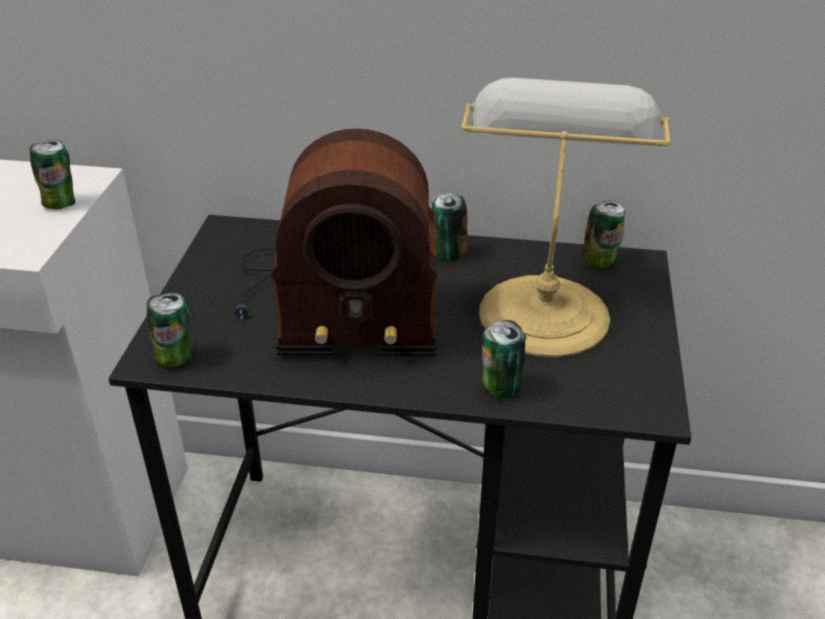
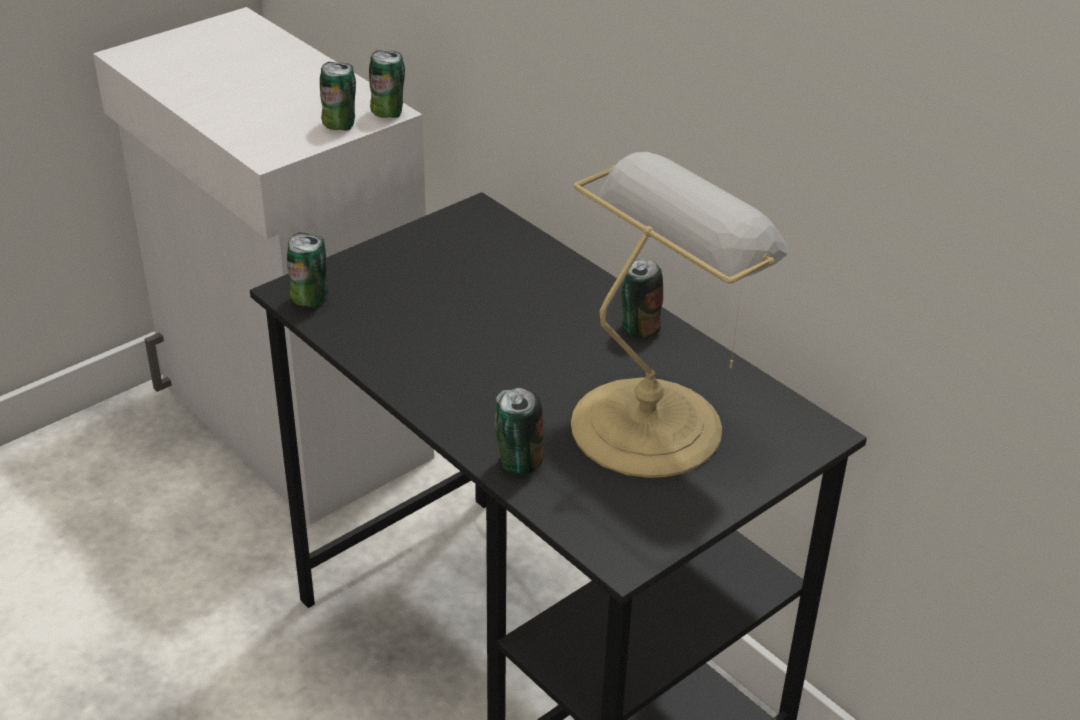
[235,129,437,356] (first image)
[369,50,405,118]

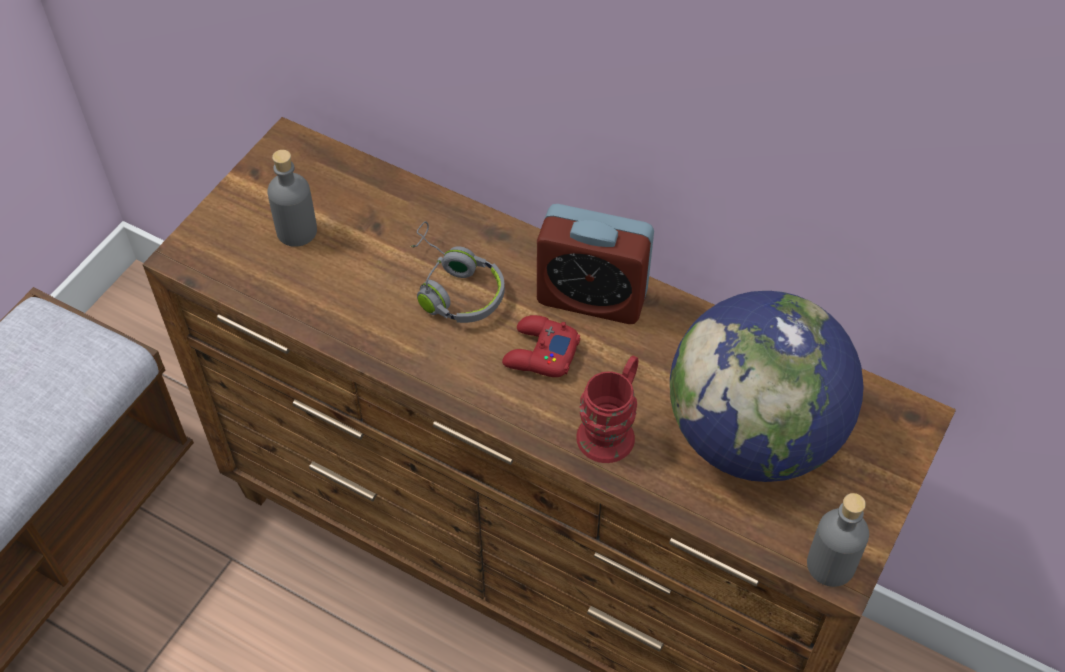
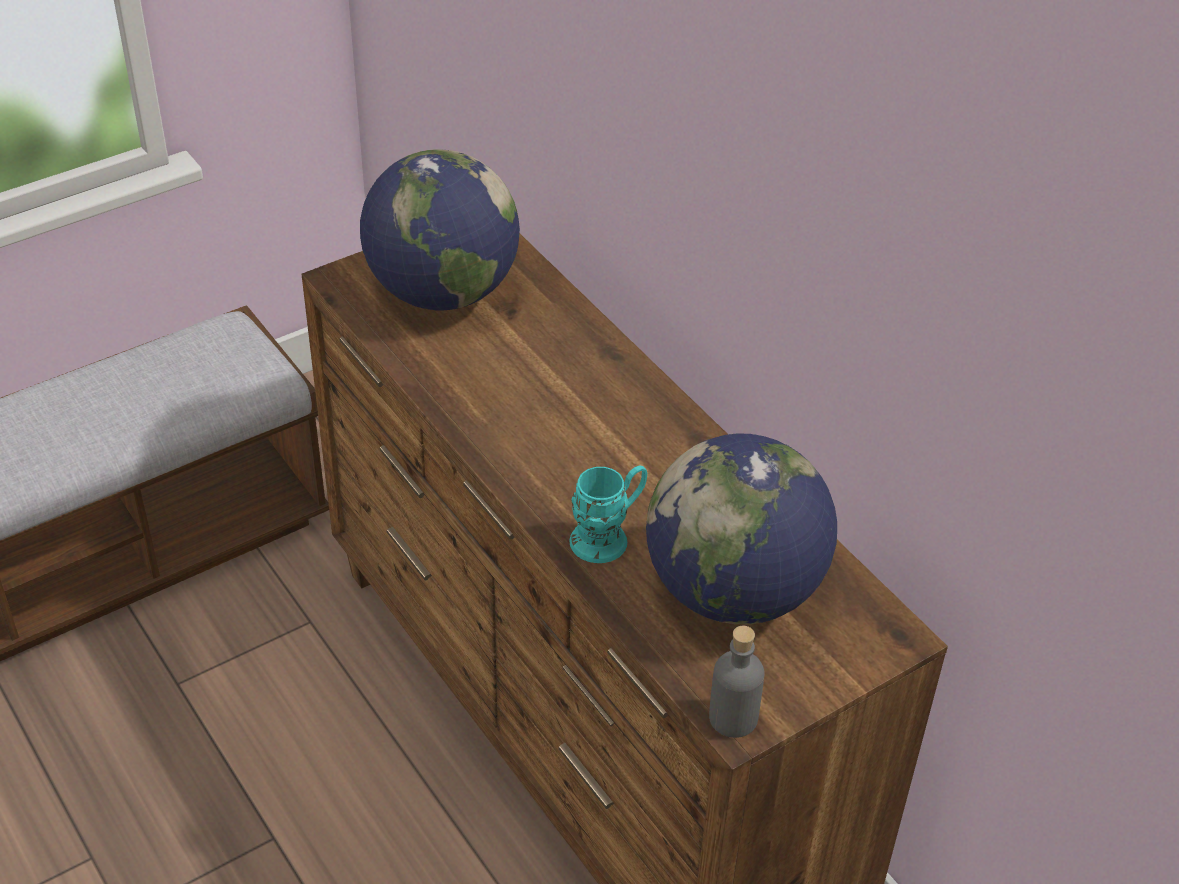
[360,149,520,310]
[410,221,505,323] (first image)
[502,315,580,377] (first image)
[537,204,654,324] (first image)
[569,465,647,563]

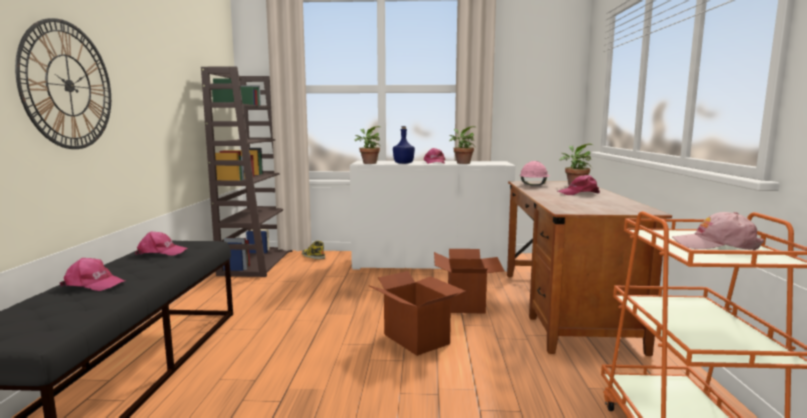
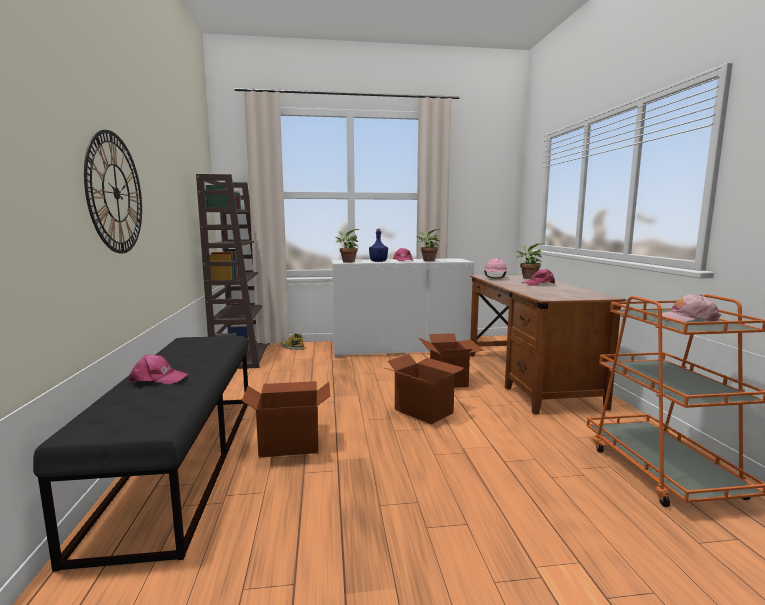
[135,231,188,256] (first image)
[242,381,330,457]

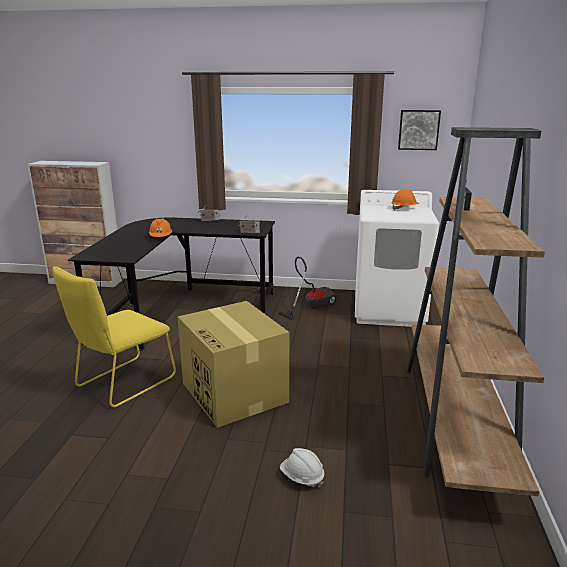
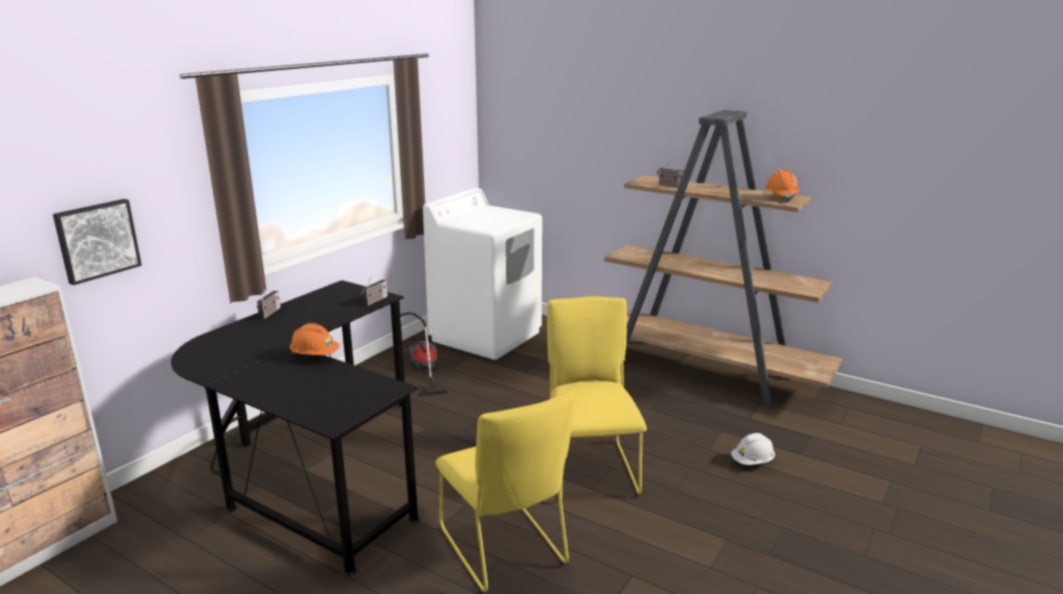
[547,296,647,497]
[765,169,799,202]
[53,199,142,285]

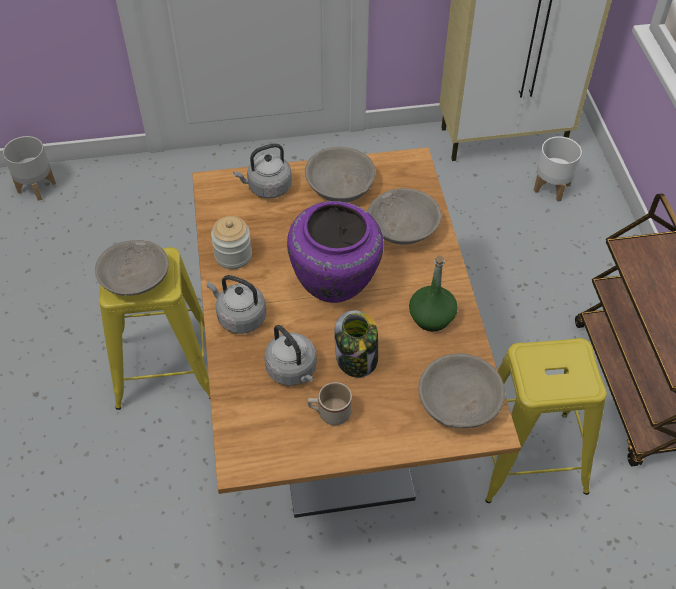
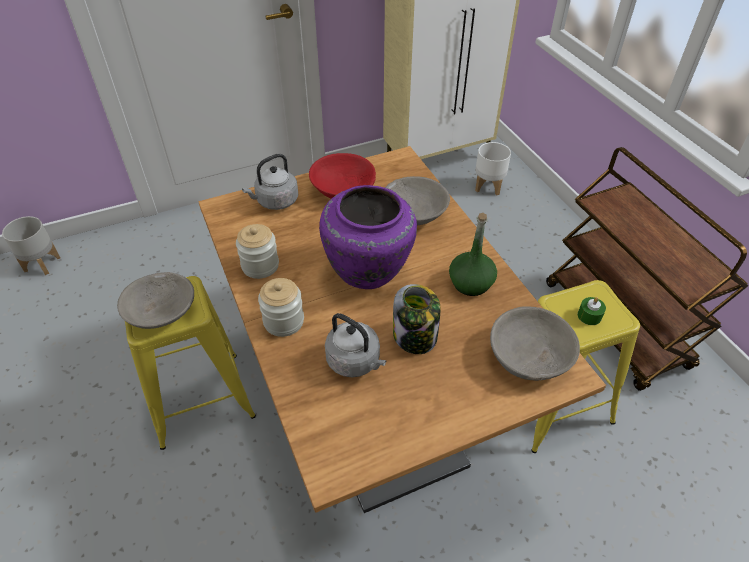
[258,278,304,337]
[309,153,376,199]
[307,382,352,425] (first image)
[578,297,606,325]

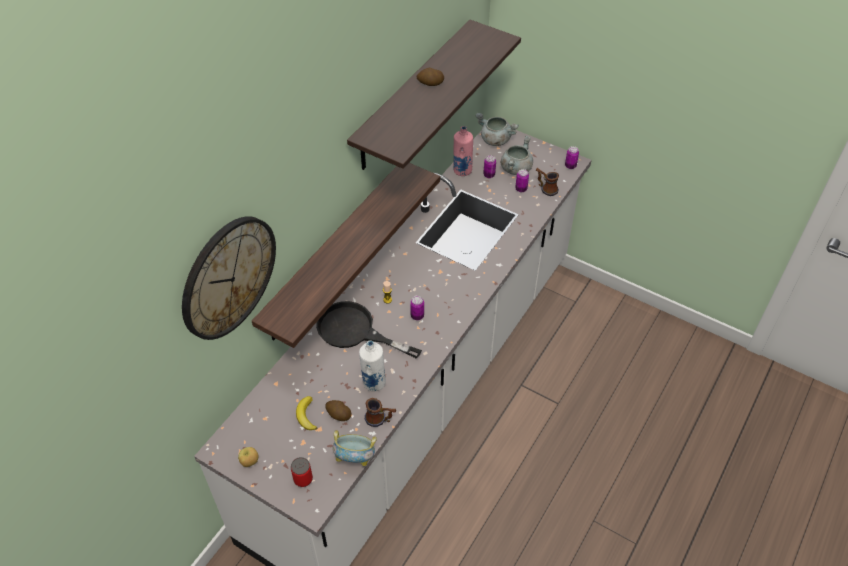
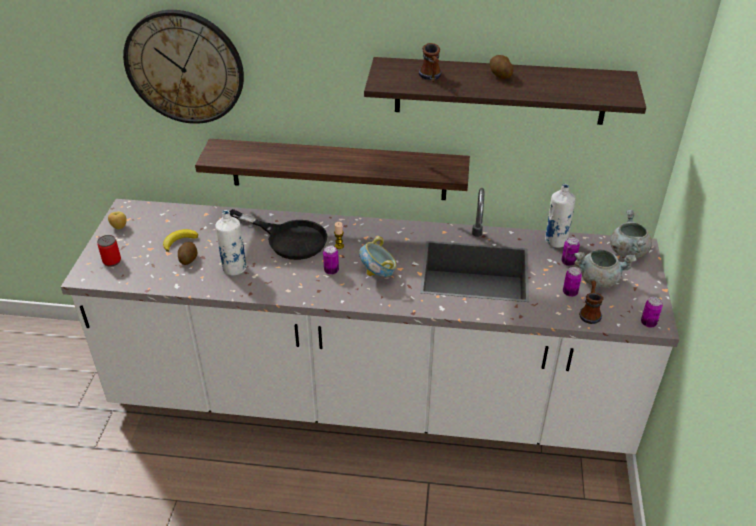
[229,209,327,260]
[359,236,397,277]
[419,43,442,82]
[545,184,575,248]

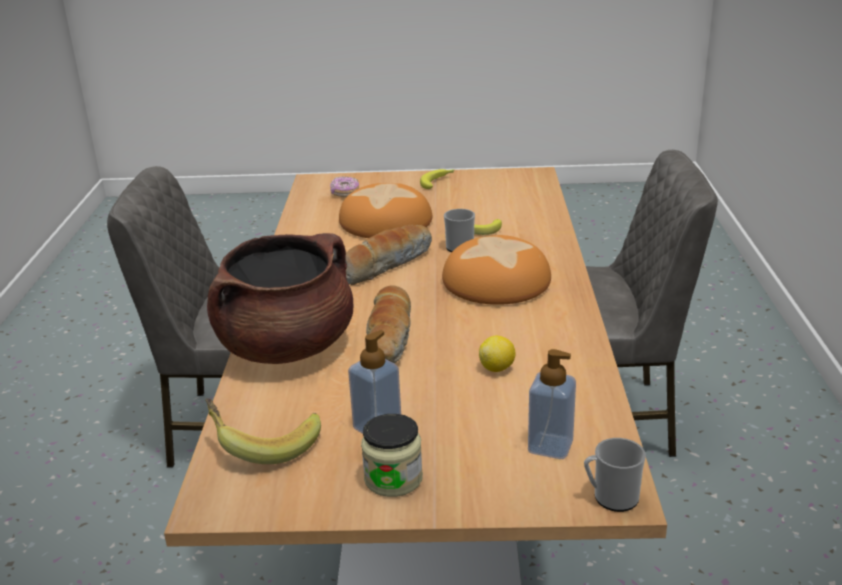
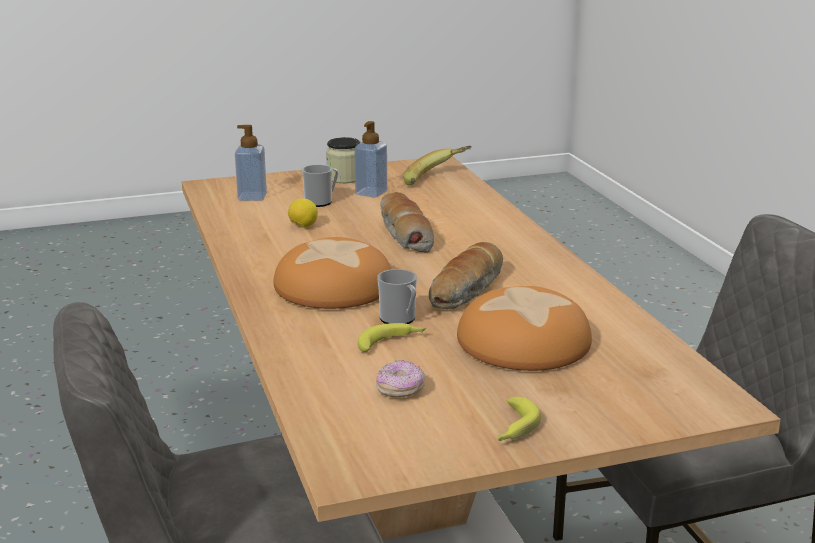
[207,233,353,364] (first image)
[376,360,425,397]
[302,165,339,207]

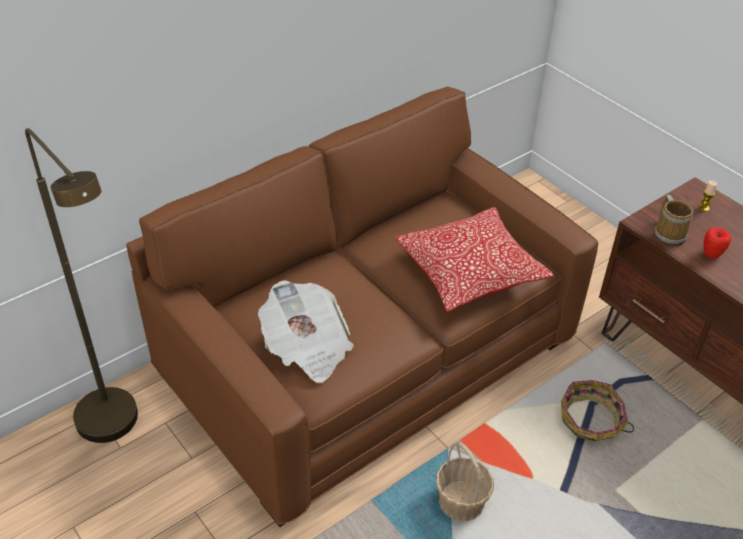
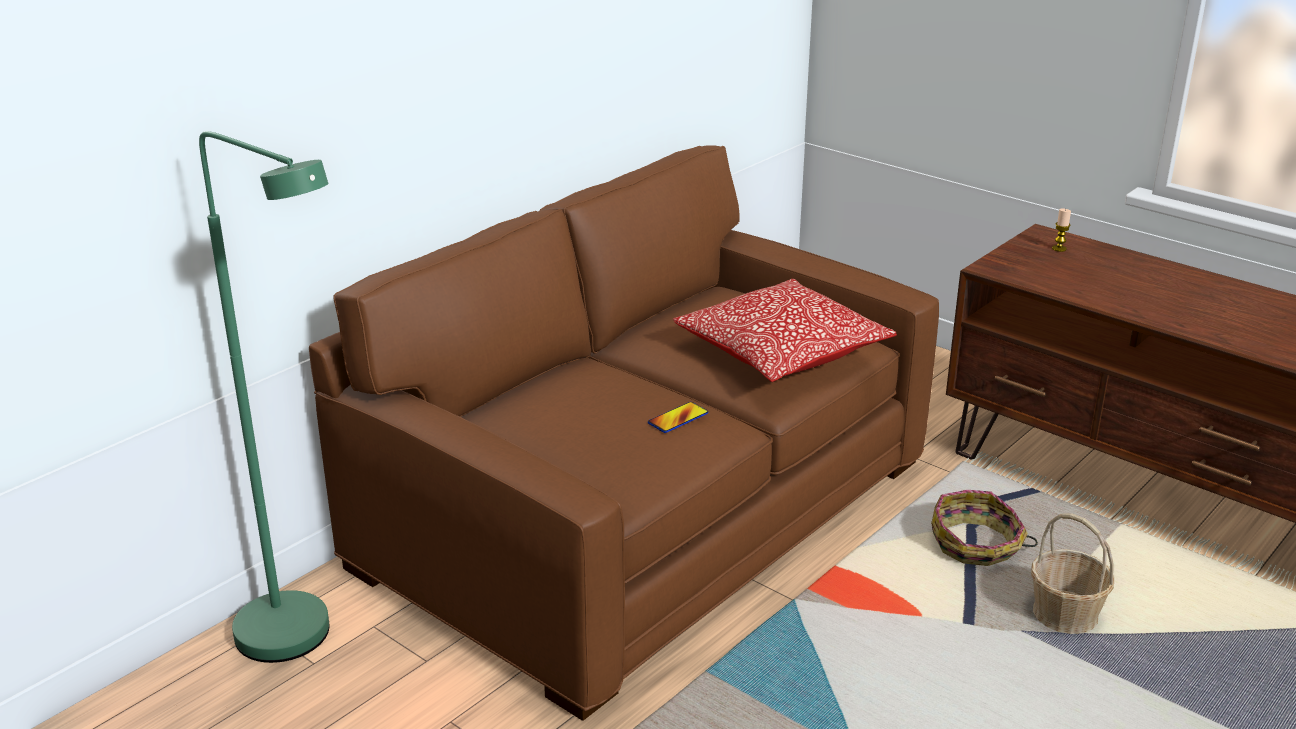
[199,131,330,663]
[258,280,354,383] (first image)
[1031,513,1114,634]
[654,195,693,247] (first image)
[704,228,731,259] (first image)
[648,402,709,433]

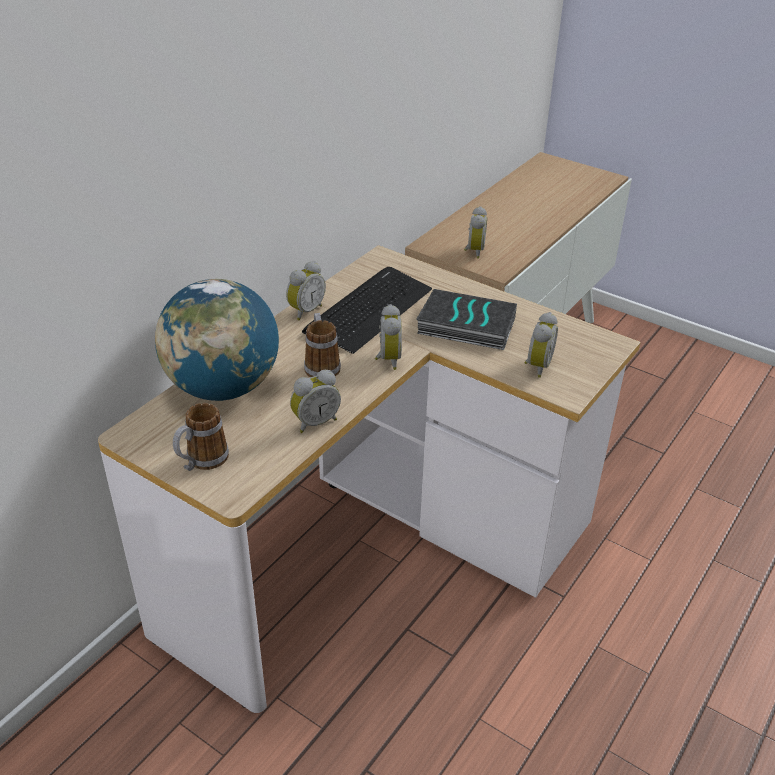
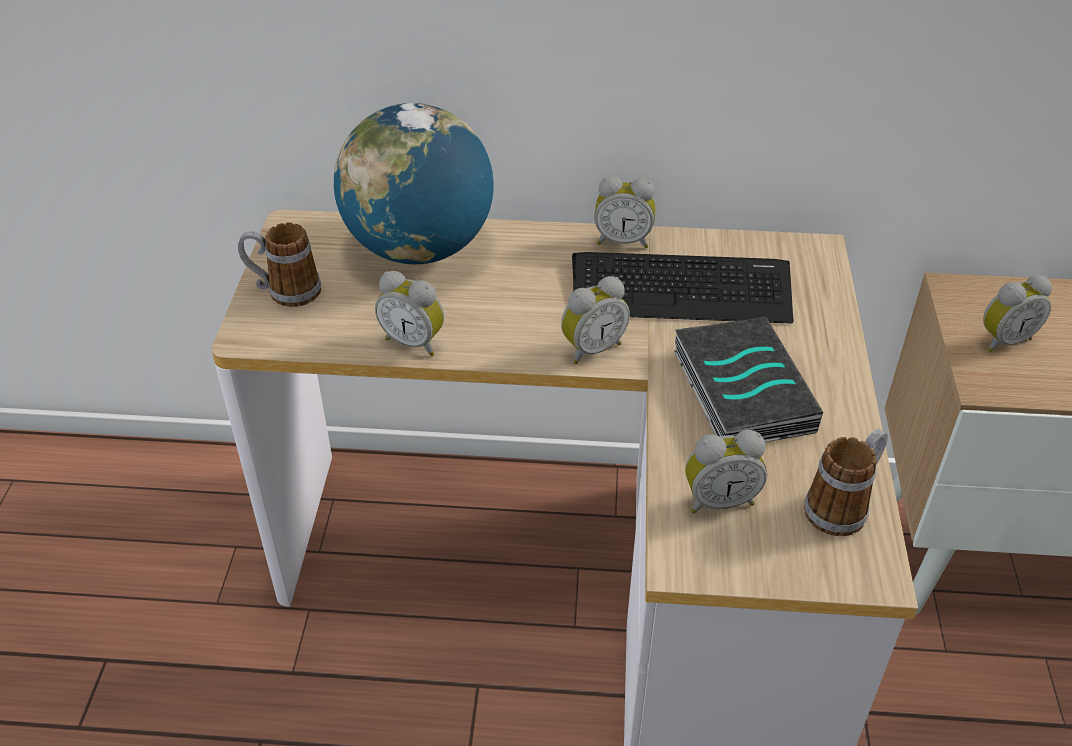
[804,429,888,536]

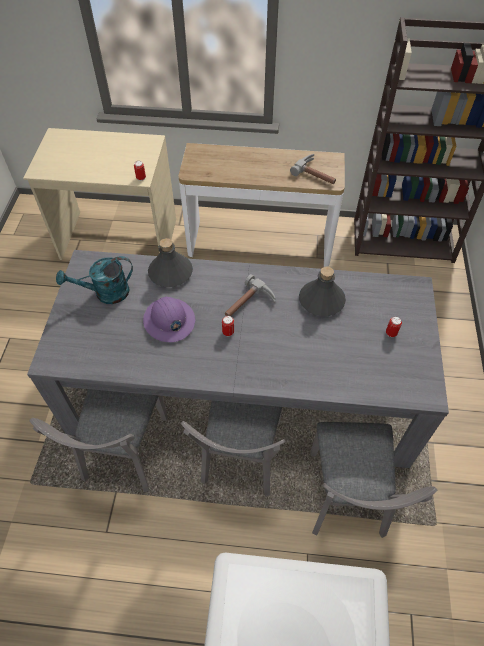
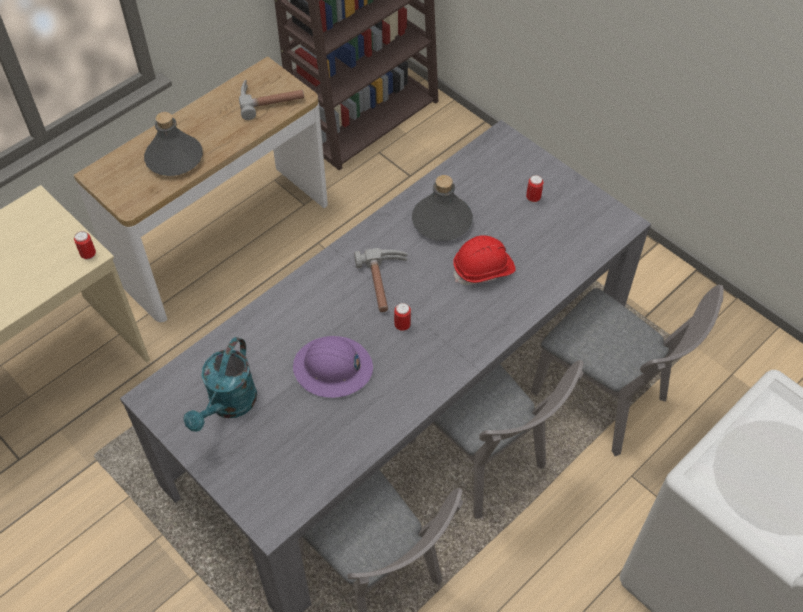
[144,112,203,176]
[453,235,515,285]

